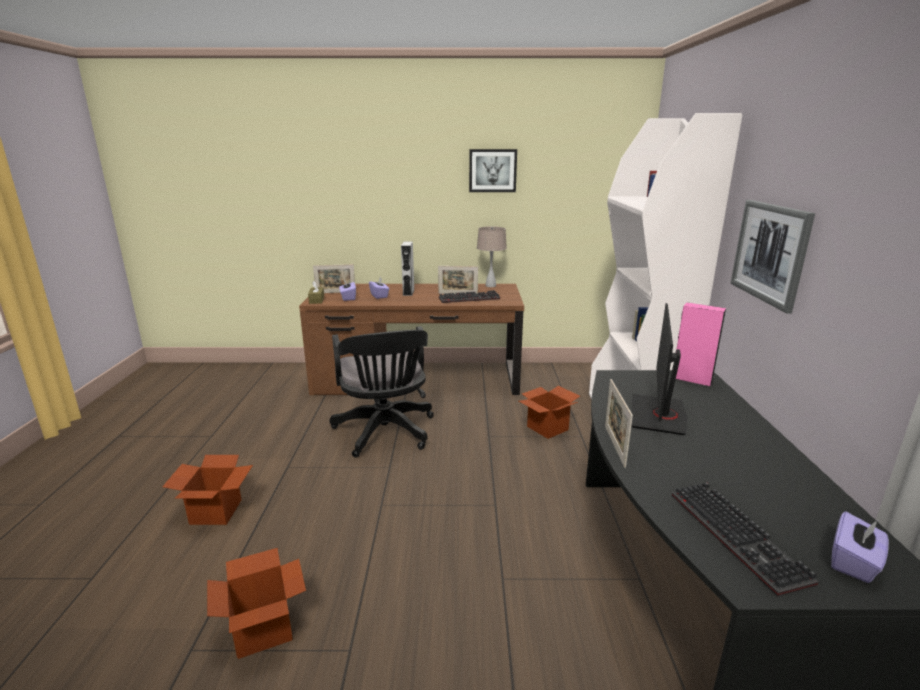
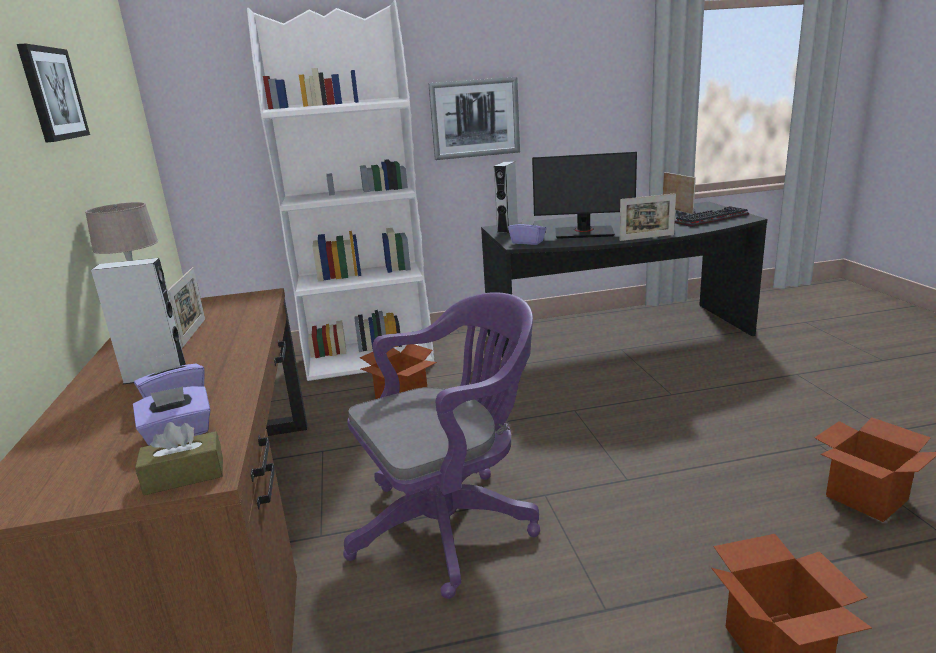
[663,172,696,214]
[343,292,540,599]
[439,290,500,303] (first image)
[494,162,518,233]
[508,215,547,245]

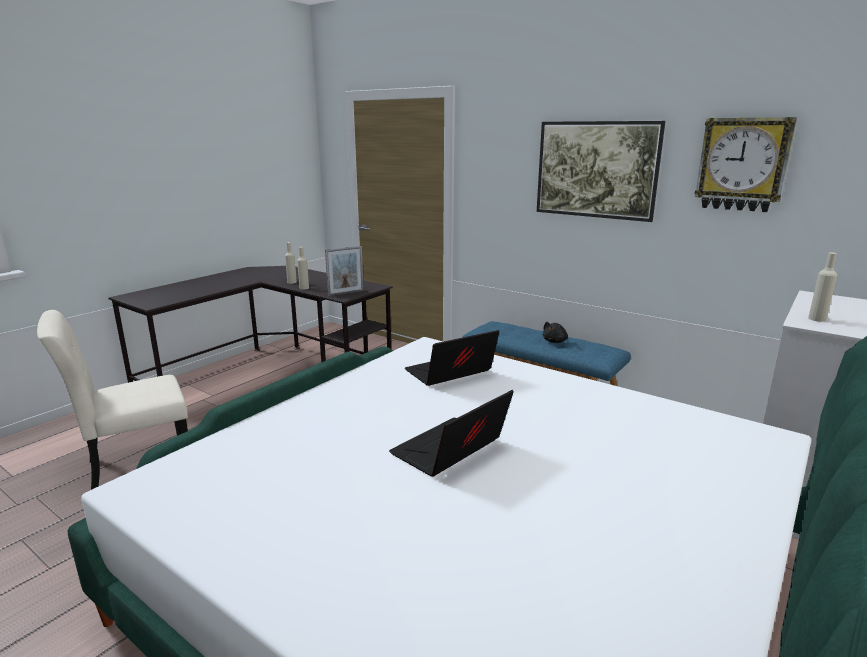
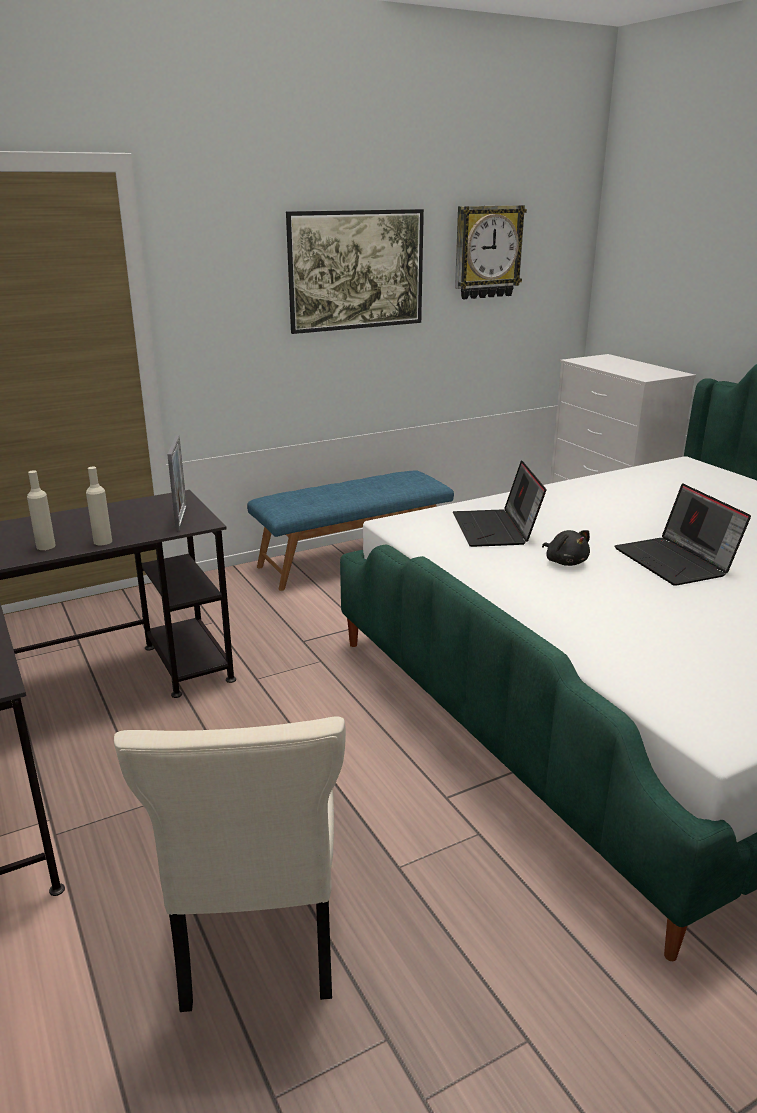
[542,530,590,566]
[808,252,837,322] (first image)

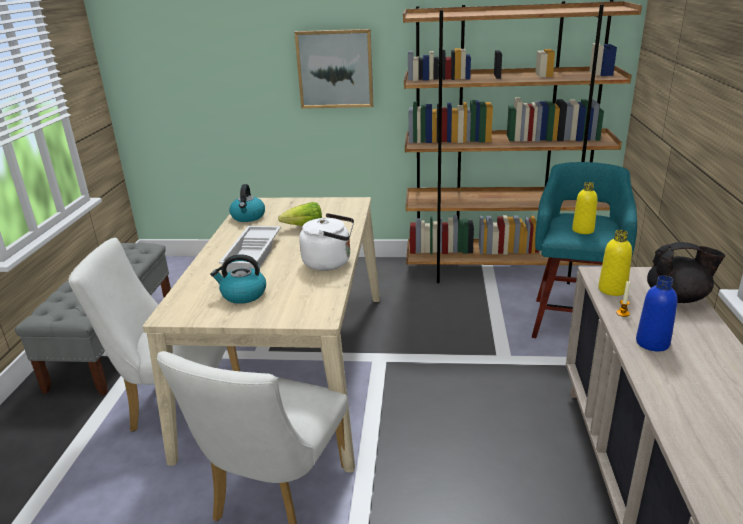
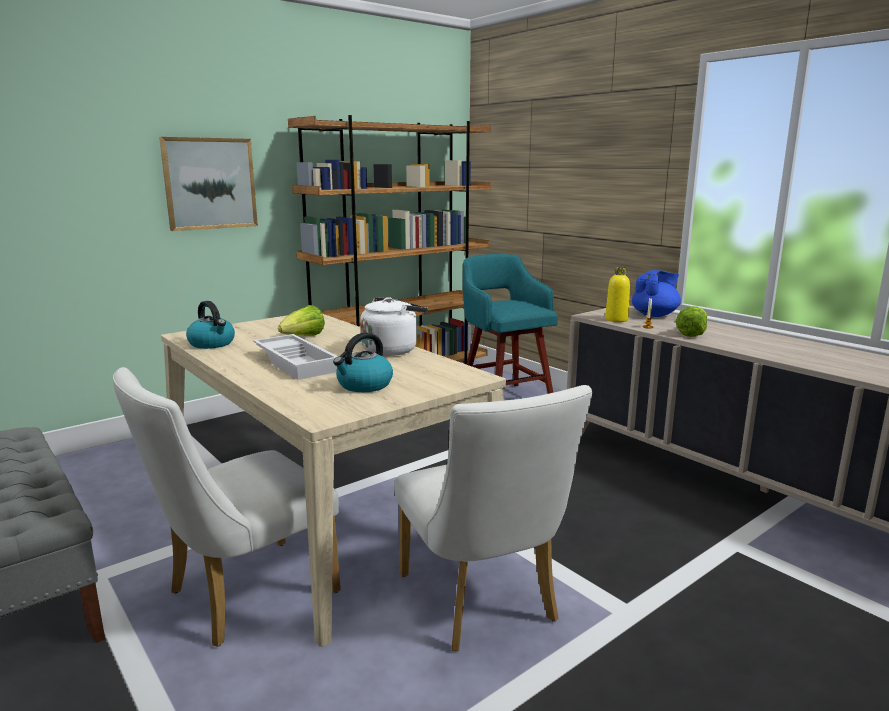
[572,182,598,234] (first image)
[675,306,707,337]
[632,270,681,317]

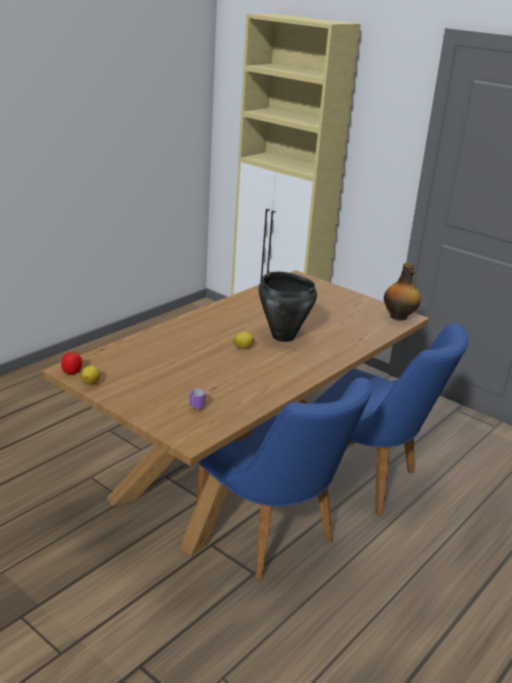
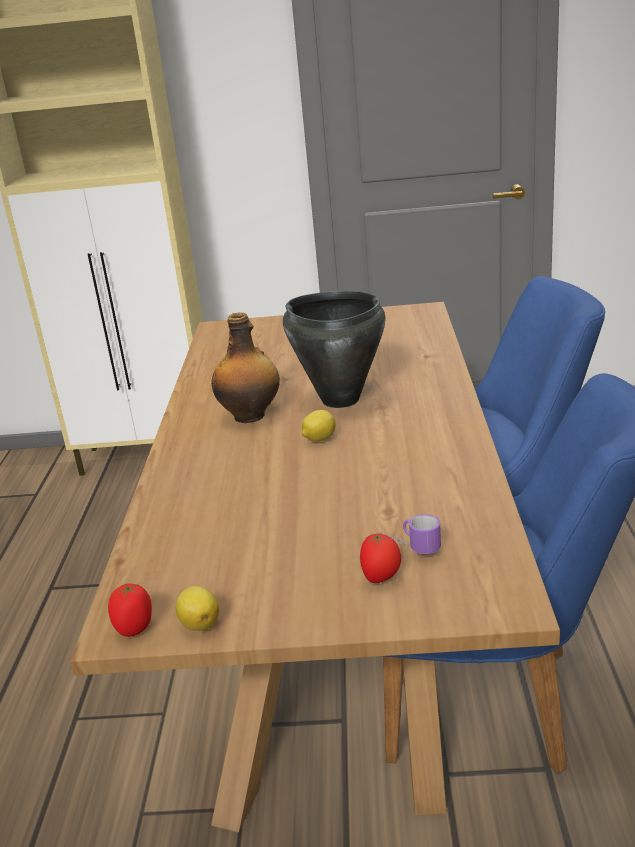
[211,312,280,423]
[360,533,401,583]

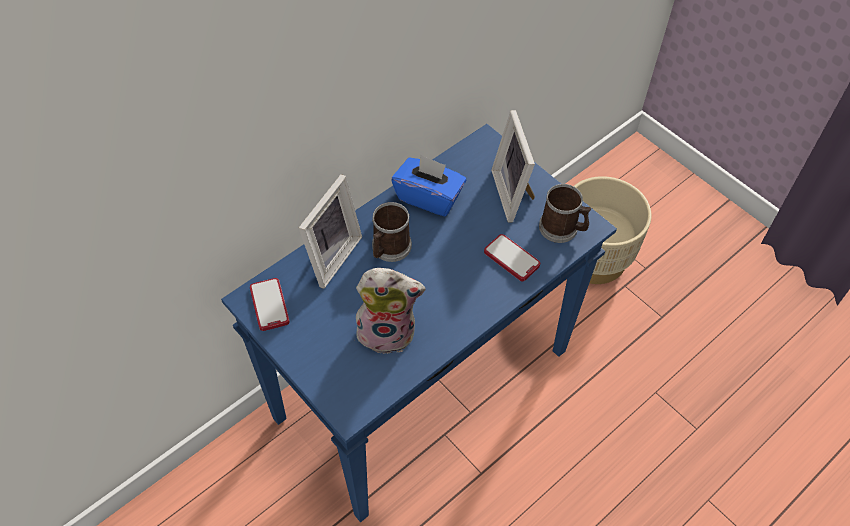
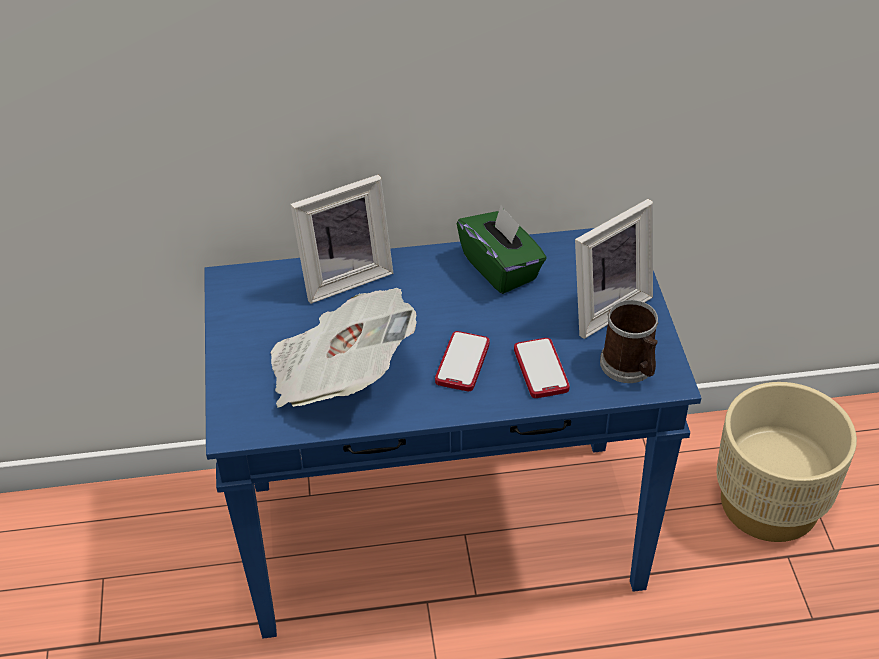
[435,331,490,391]
[271,288,417,408]
[372,202,412,262] (first image)
[457,205,547,294]
[575,199,653,339]

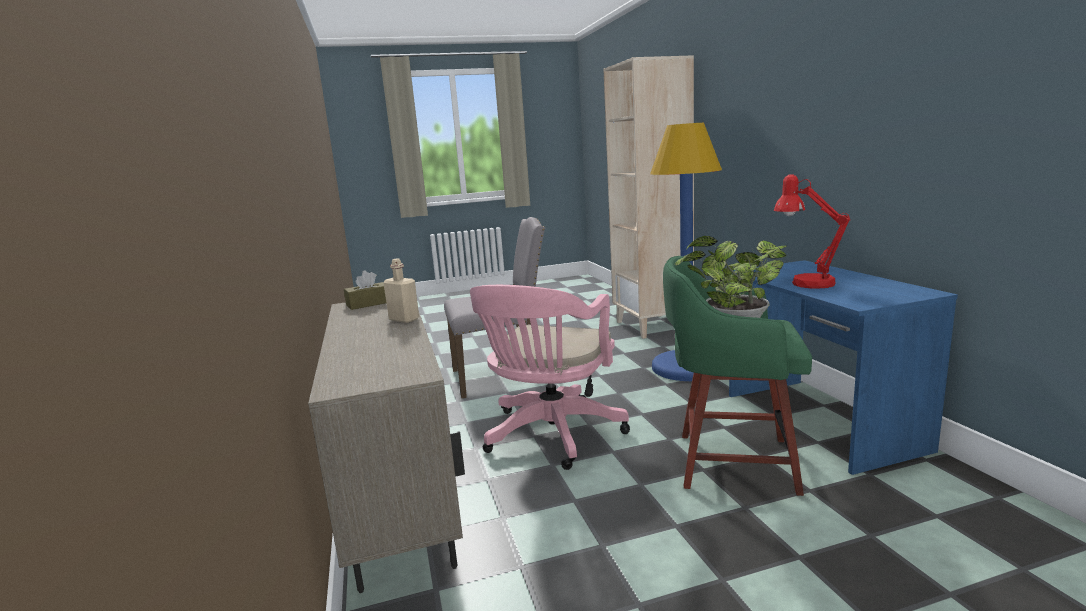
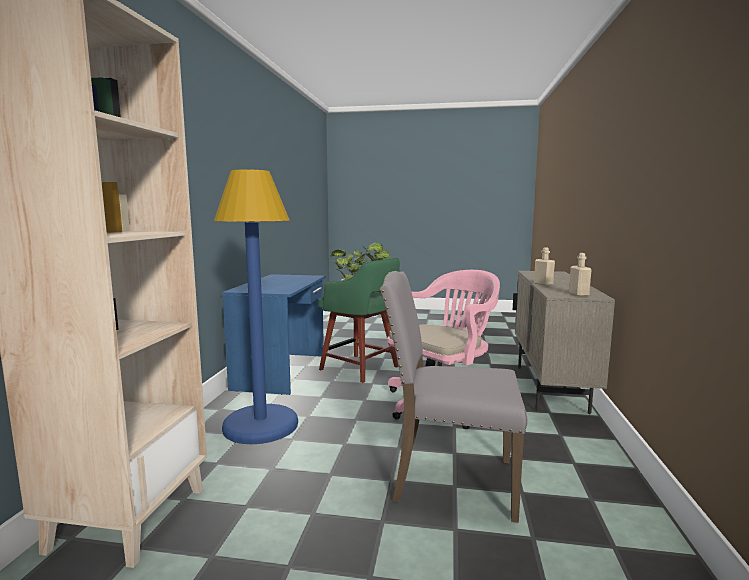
[569,253,592,296]
[774,174,851,289] (first image)

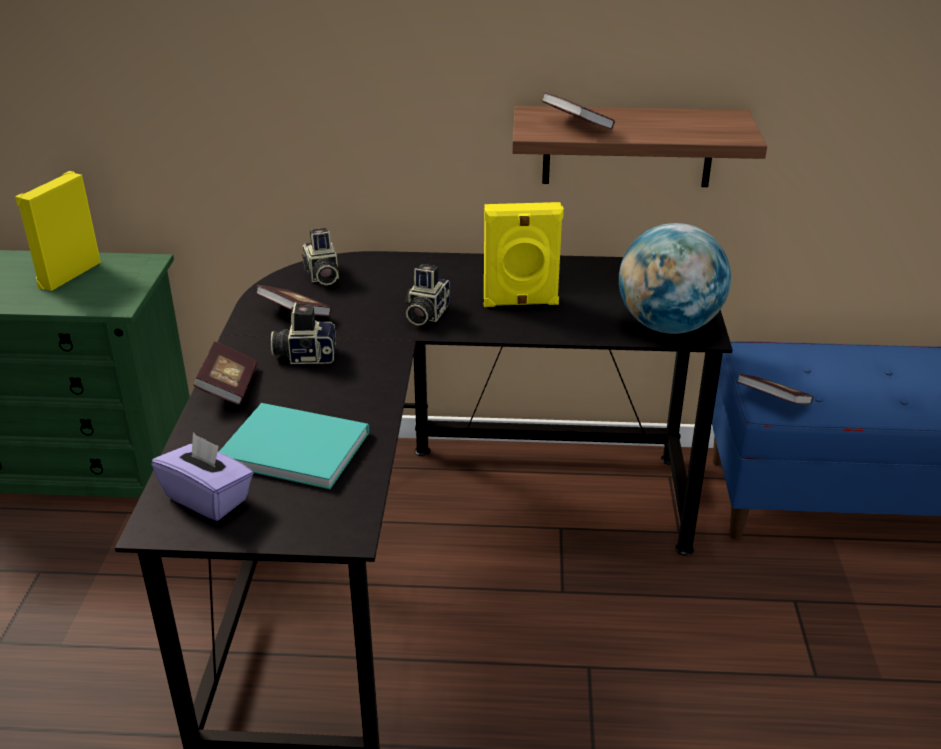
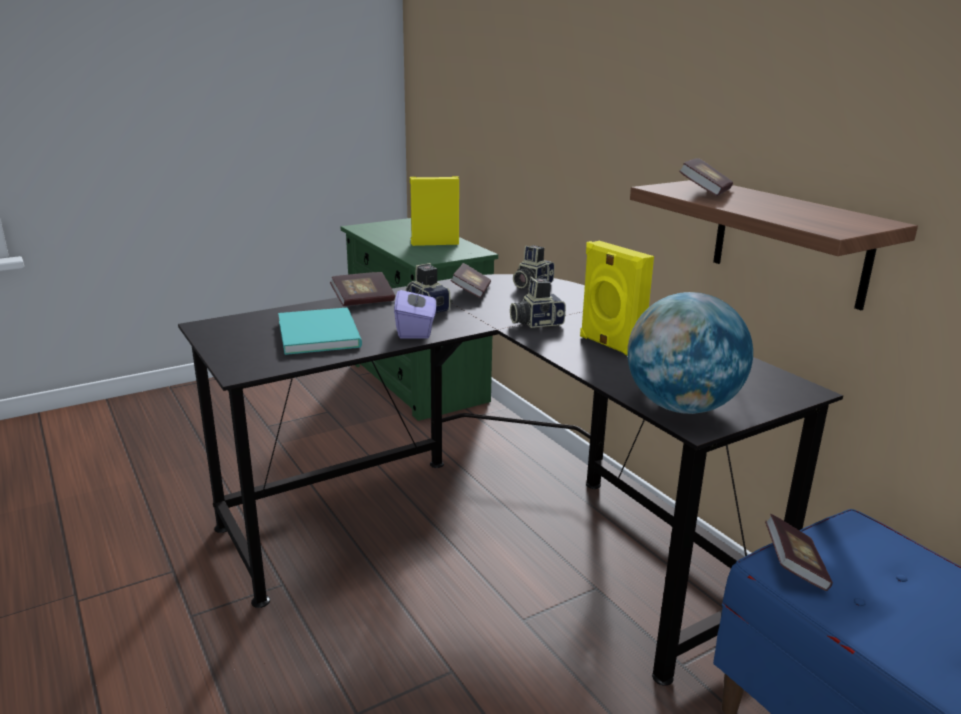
[394,281,436,339]

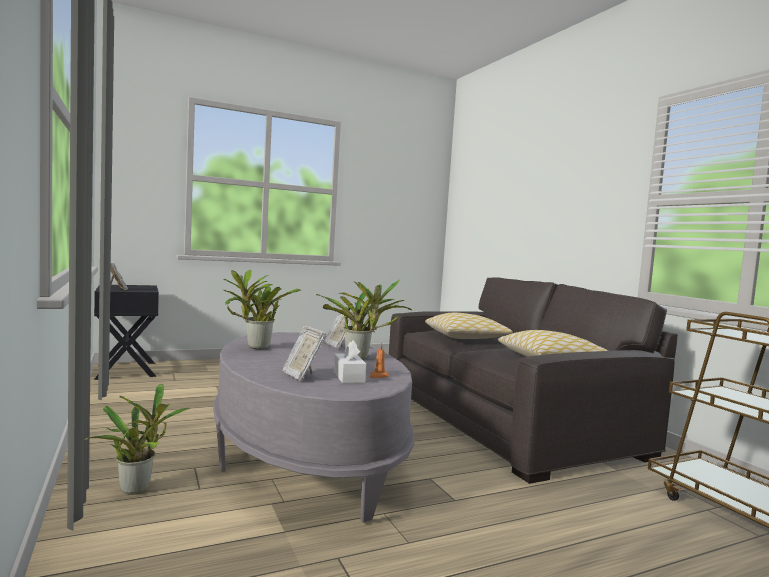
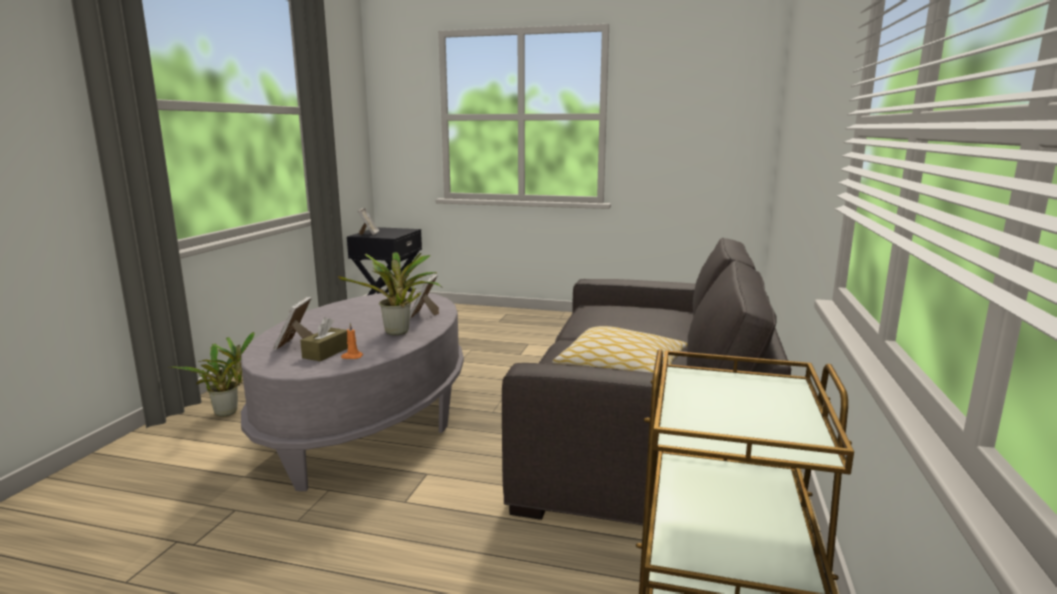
[223,270,301,349] (first image)
[300,317,348,361]
[425,313,513,339] (first image)

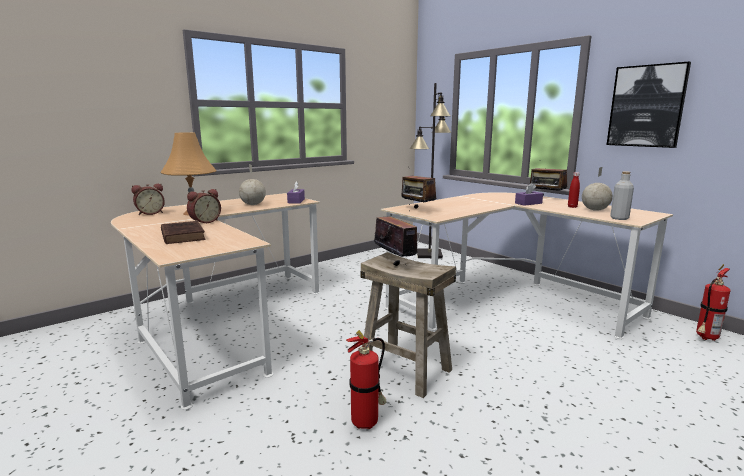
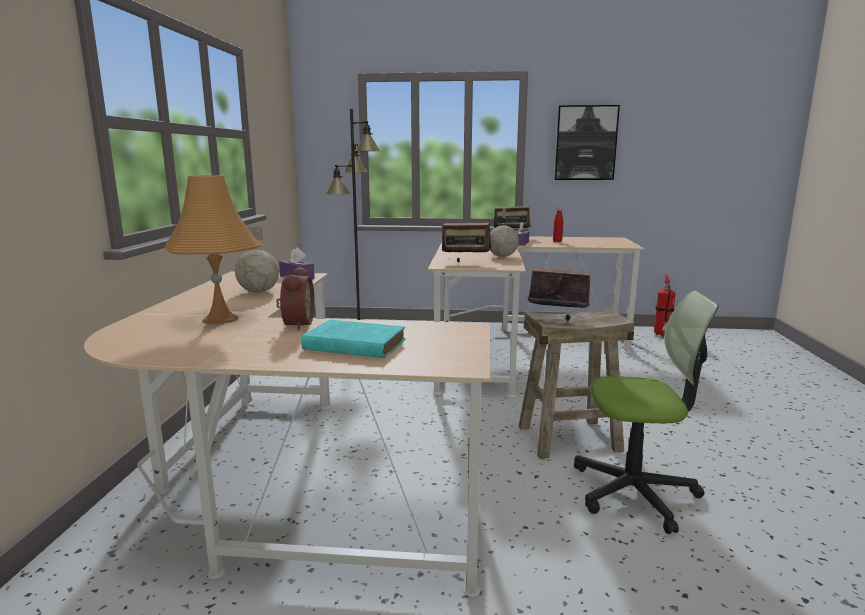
[131,184,165,215] (first image)
[301,320,406,358]
[574,291,719,534]
[490,208,519,257]
[610,171,634,220] (first image)

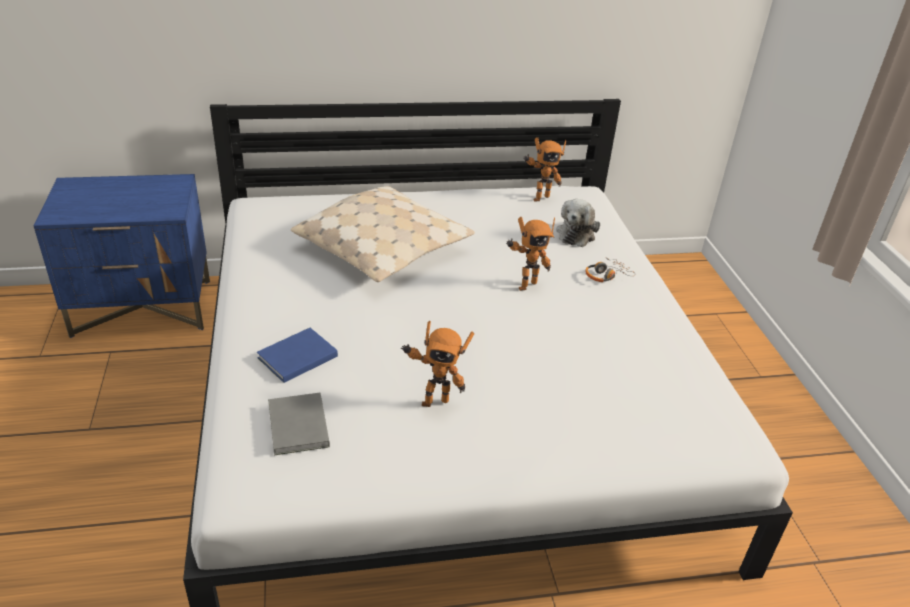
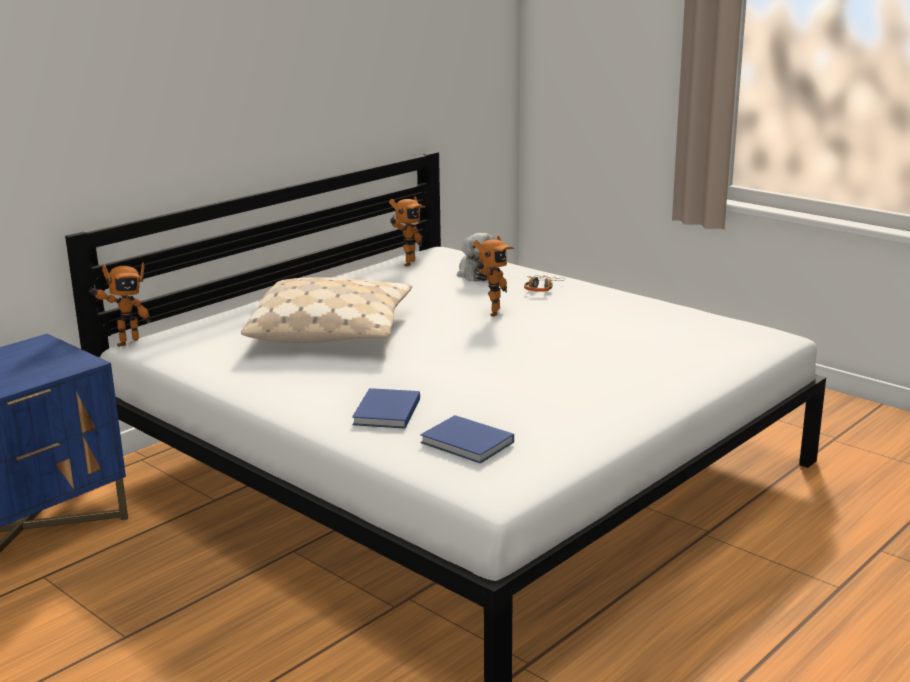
[420,415,514,463]
[89,262,151,347]

